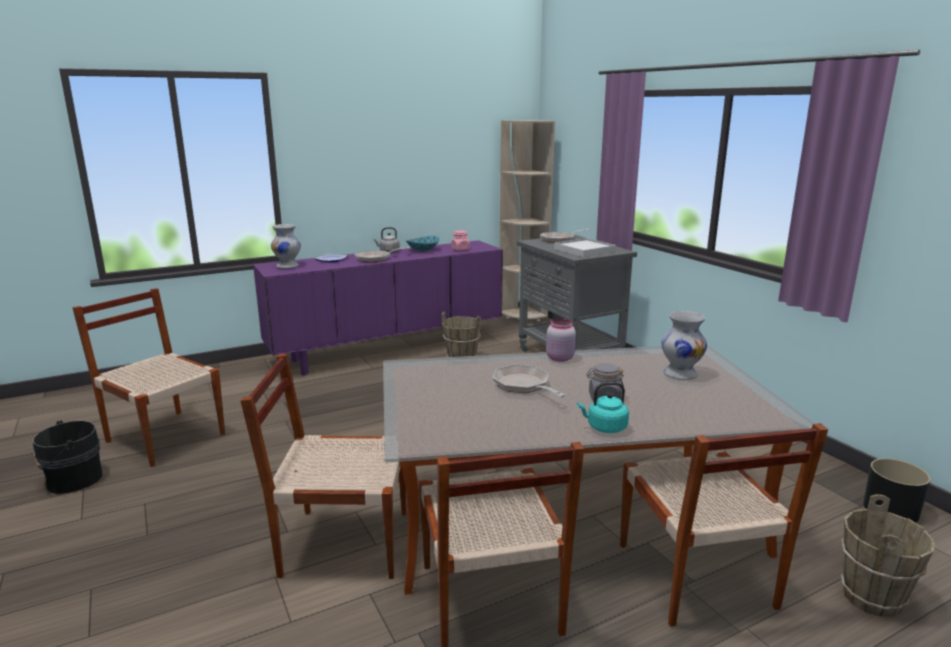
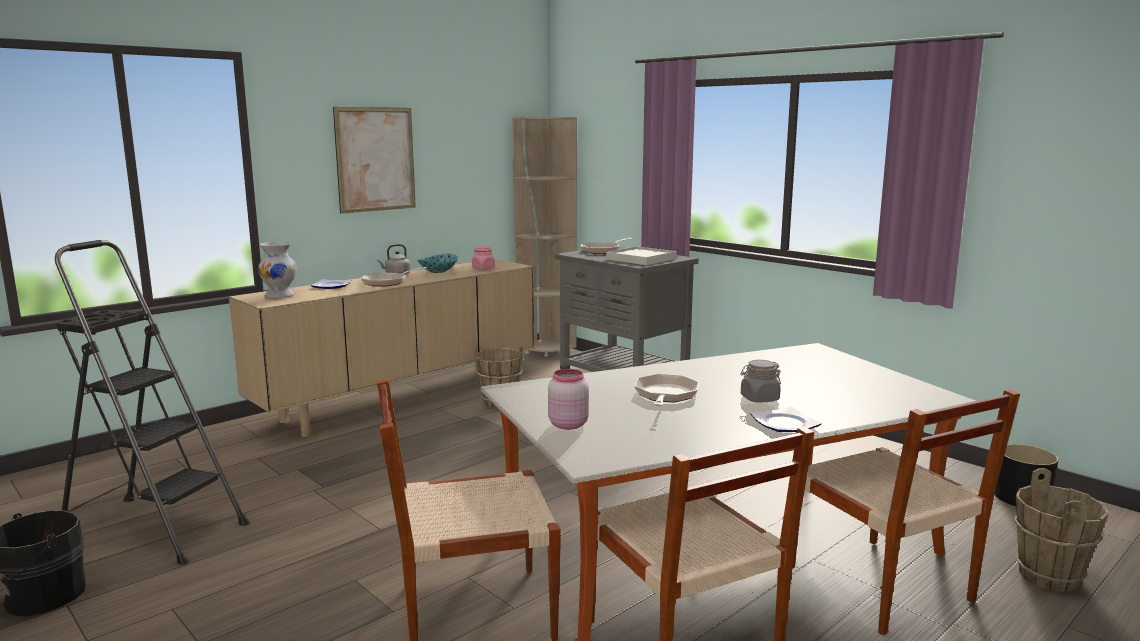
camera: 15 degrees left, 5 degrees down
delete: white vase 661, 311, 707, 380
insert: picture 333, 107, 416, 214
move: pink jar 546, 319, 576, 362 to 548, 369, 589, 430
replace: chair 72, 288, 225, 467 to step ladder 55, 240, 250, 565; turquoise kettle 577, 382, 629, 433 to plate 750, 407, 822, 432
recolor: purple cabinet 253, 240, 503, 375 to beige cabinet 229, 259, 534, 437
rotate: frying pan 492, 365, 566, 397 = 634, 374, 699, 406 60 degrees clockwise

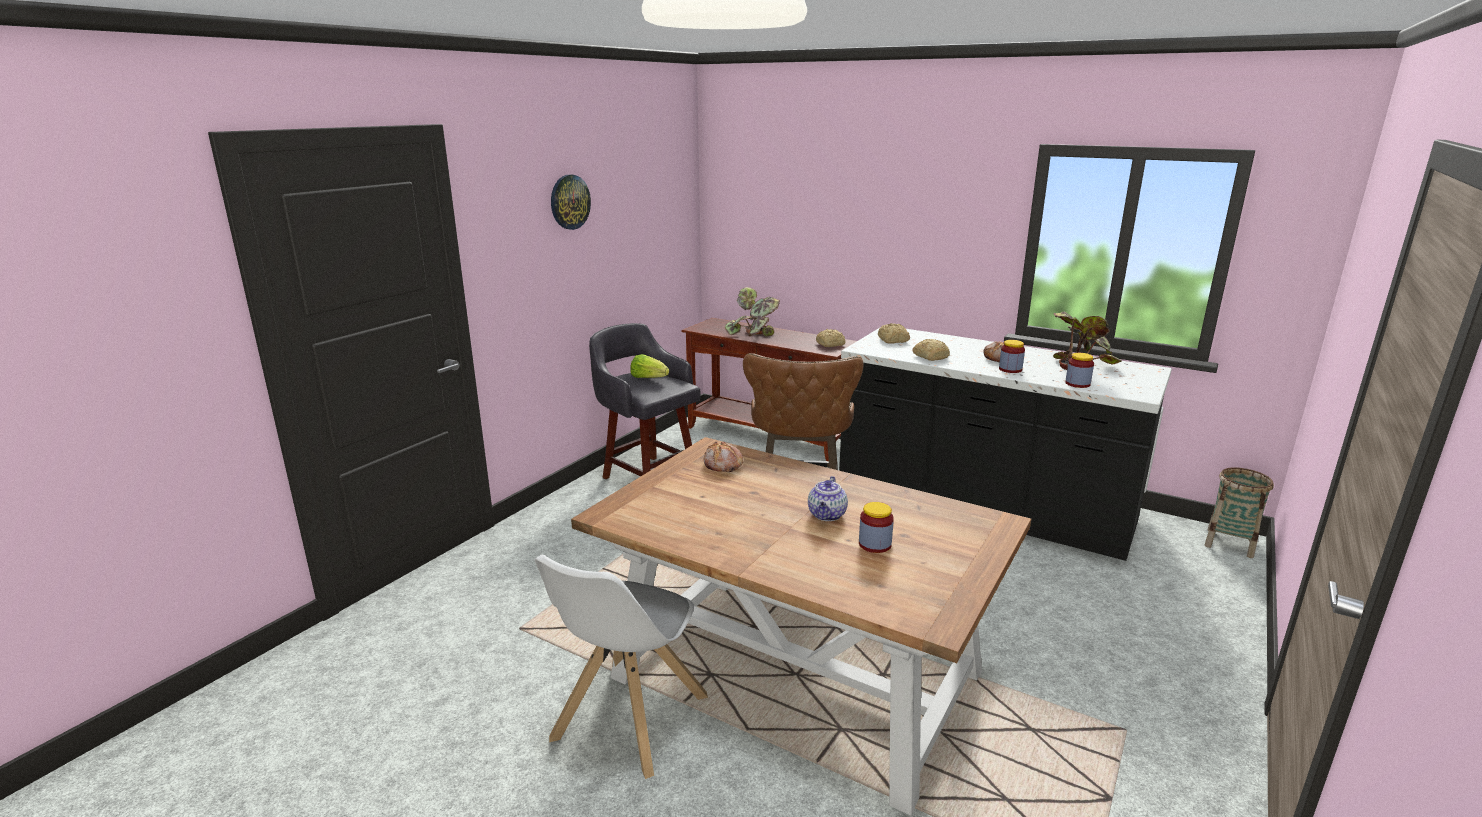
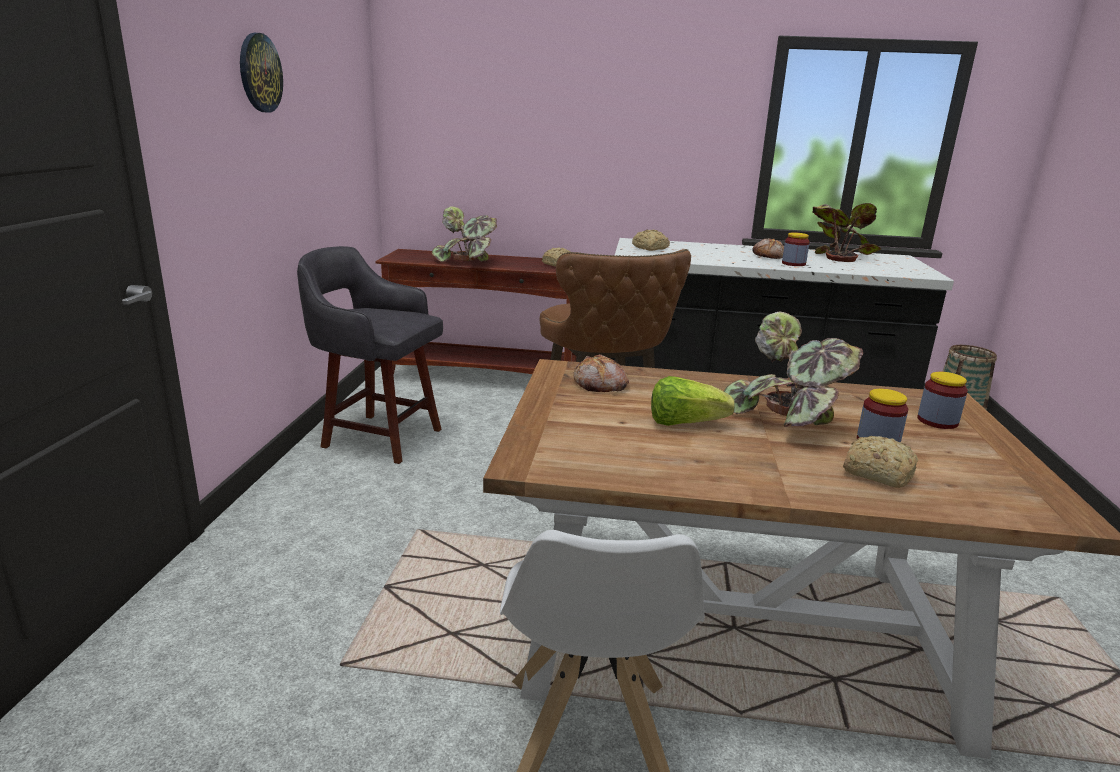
camera: 25 degrees left, 0 degrees up
move: lettuce 631, 354, 669, 378 to 651, 376, 735, 426; bread 912, 339, 950, 361 to 843, 436, 918, 488; jar 1065, 353, 1094, 388 to 917, 372, 968, 429
replace: teapot 808, 476, 848, 521 to potted plant 724, 311, 863, 427

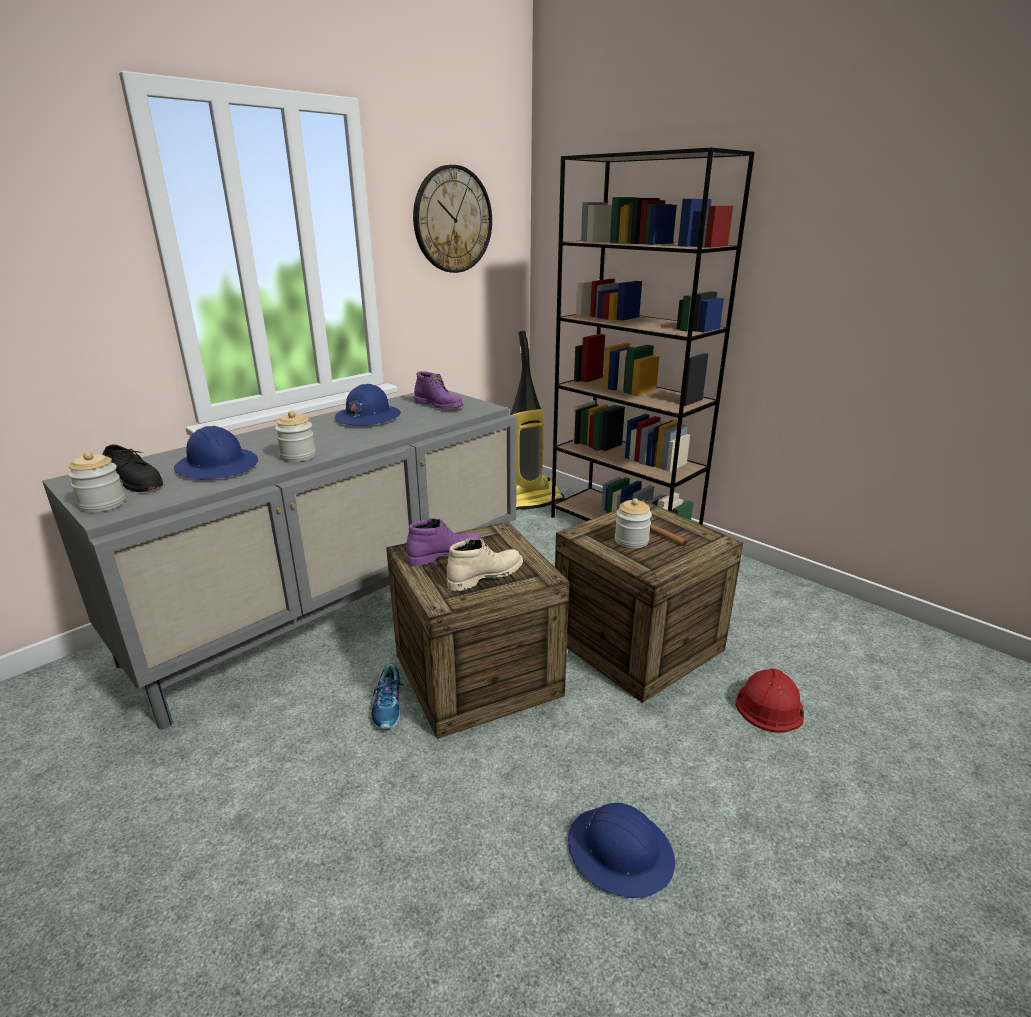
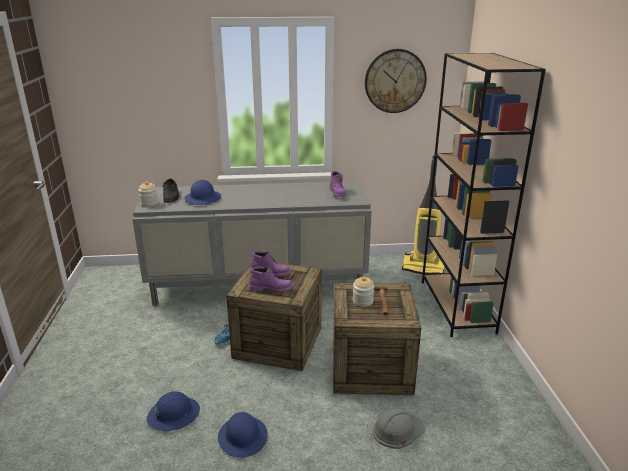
camera: 40 degrees right, 0 degrees up
delete: jar 275, 411, 316, 462
move: blue hard hat 335, 384, 401, 425 to 147, 391, 200, 432
recolor: beige boot 447, 538, 523, 591 to purple boot 249, 267, 294, 292; red hard hat 735, 668, 804, 733 to grey hard hat 372, 408, 426, 449

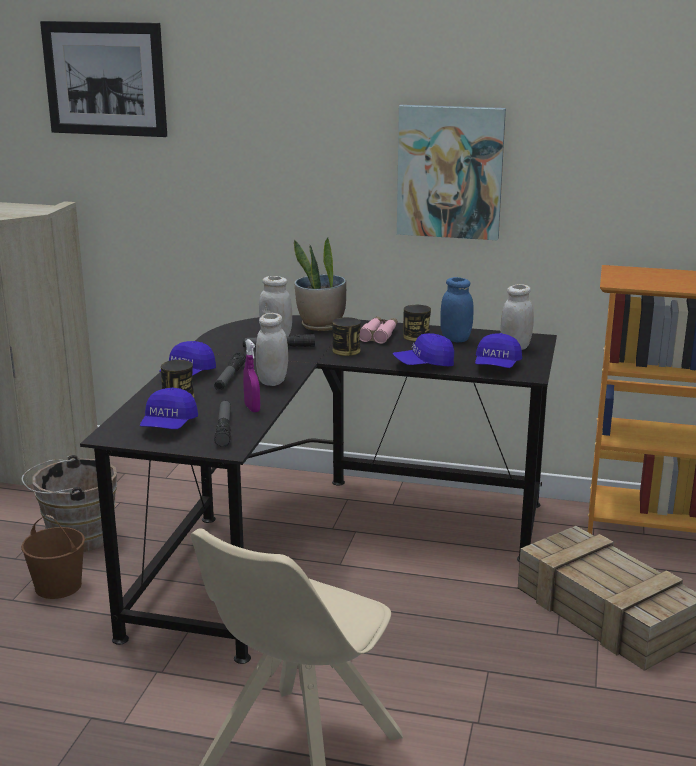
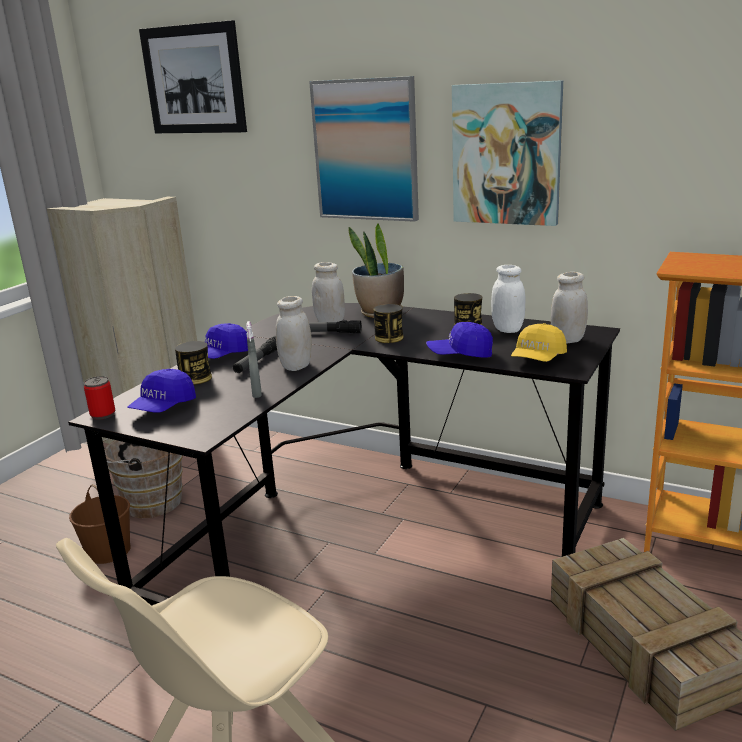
camera: 15 degrees right, 0 degrees up
delete: flashlight 214, 400, 231, 447; pink binoculars 360, 316, 398, 344
insert: can 84, 376, 115, 420; picture 309, 76, 419, 222
recolor: purple spray bottle 243, 339, 260, 412 to grey spray bottle 246, 321, 262, 398; blue jar 440, 277, 474, 342 to white jar 491, 265, 525, 333; blue cap 475, 333, 522, 368 to yellow cap 511, 323, 567, 362

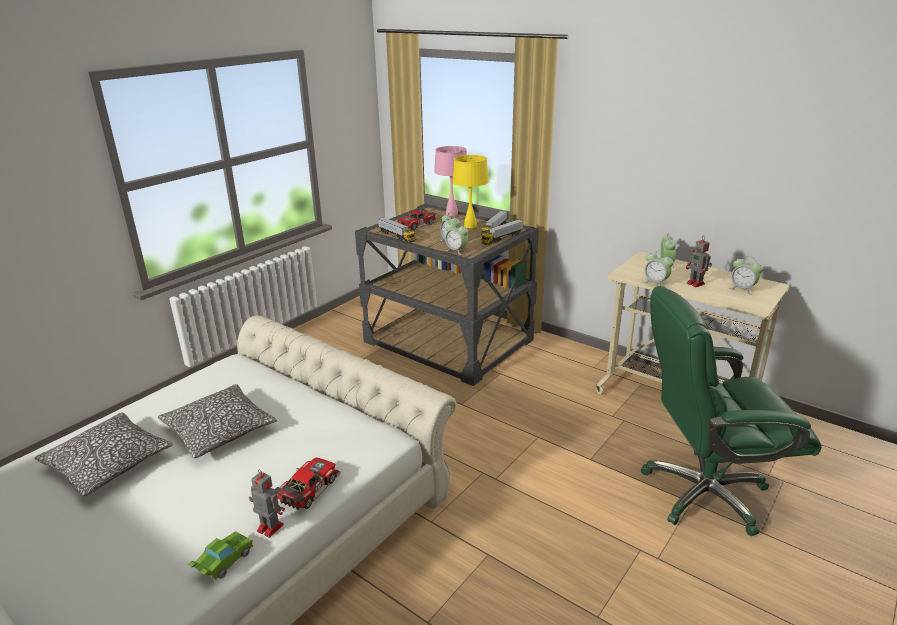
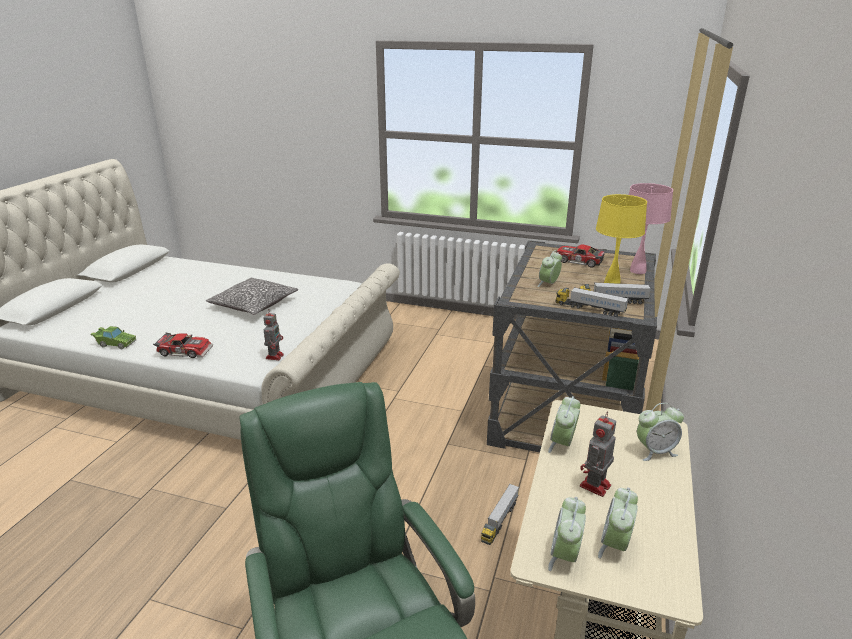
camera: 70 degrees right, 0 degrees up
delete: pillow 34, 413, 173, 496
move: toy robot 249, 469, 285, 538 to 263, 309, 284, 360; toy truck 378, 217, 415, 243 to 481, 483, 519, 545; alarm clock 445, 221, 468, 255 to 548, 497, 586, 571

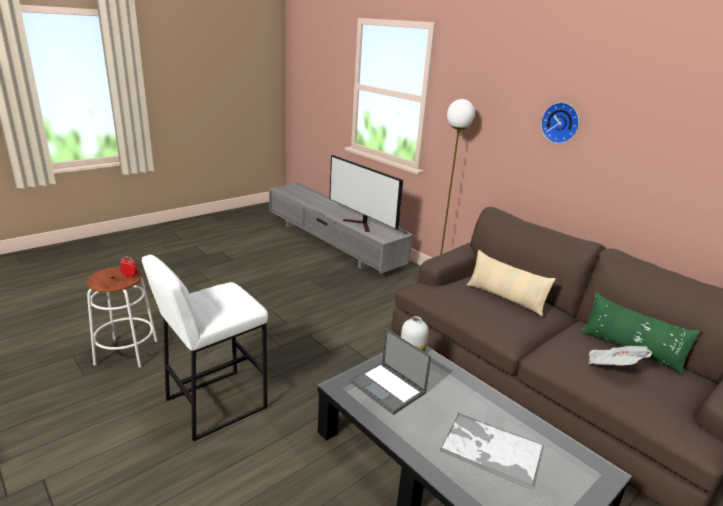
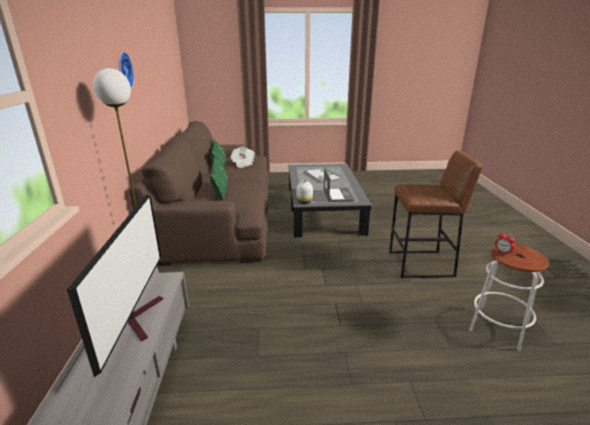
camera: 140 degrees left, 0 degrees up
recolor: white stool 142, 254, 268, 441 to brown stool 389, 150, 483, 278; beige pillow 467, 250, 556, 316 to green pillow 210, 157, 228, 200

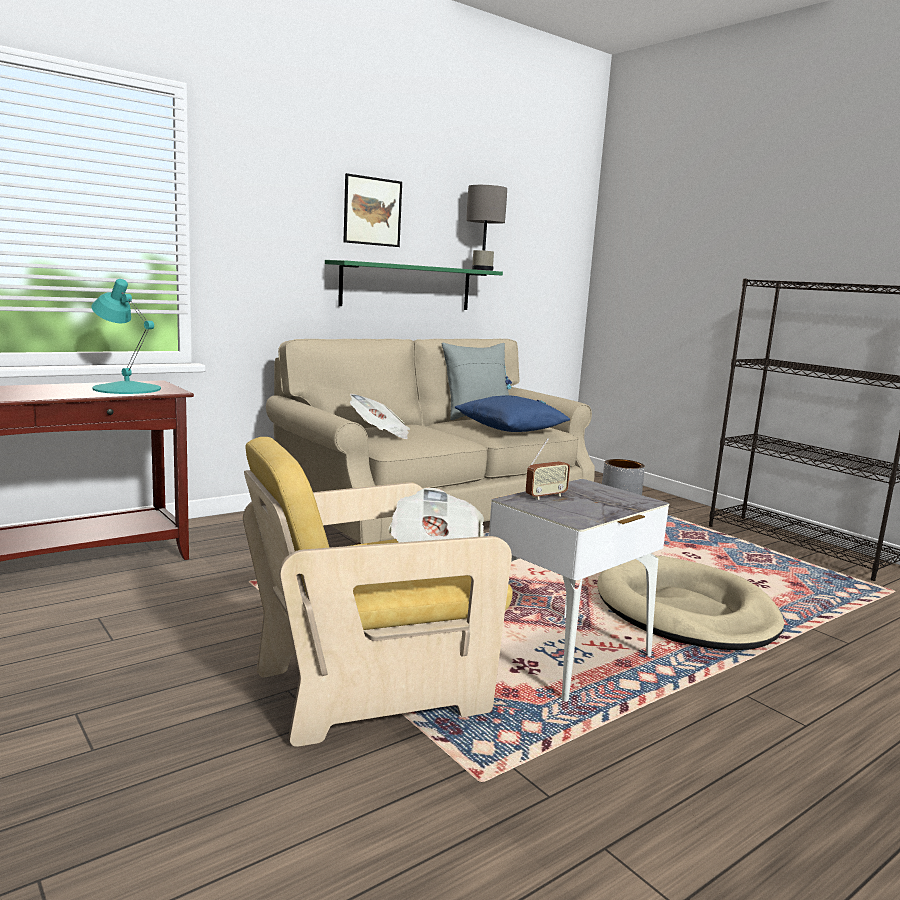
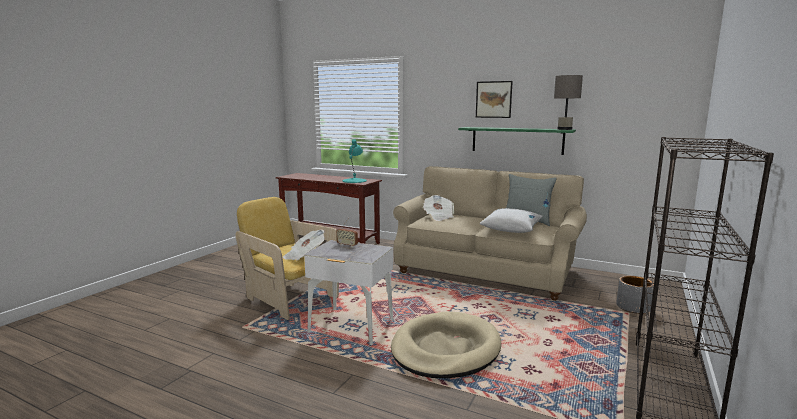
camera: 65 degrees right, 0 degrees up
recolor: blue pillow 455, 395, 570, 432 to grey pillow 480, 208, 543, 233

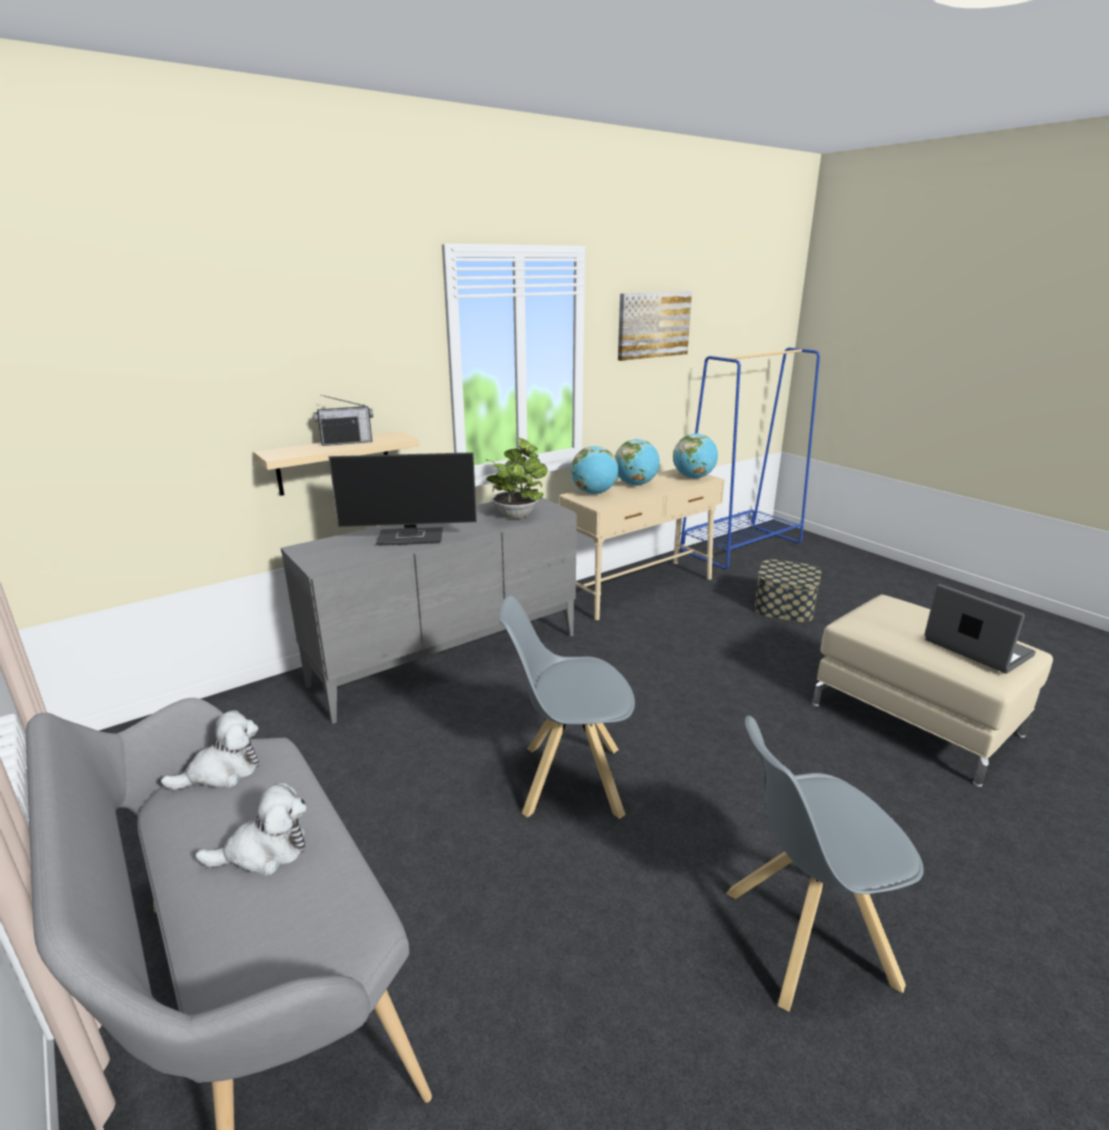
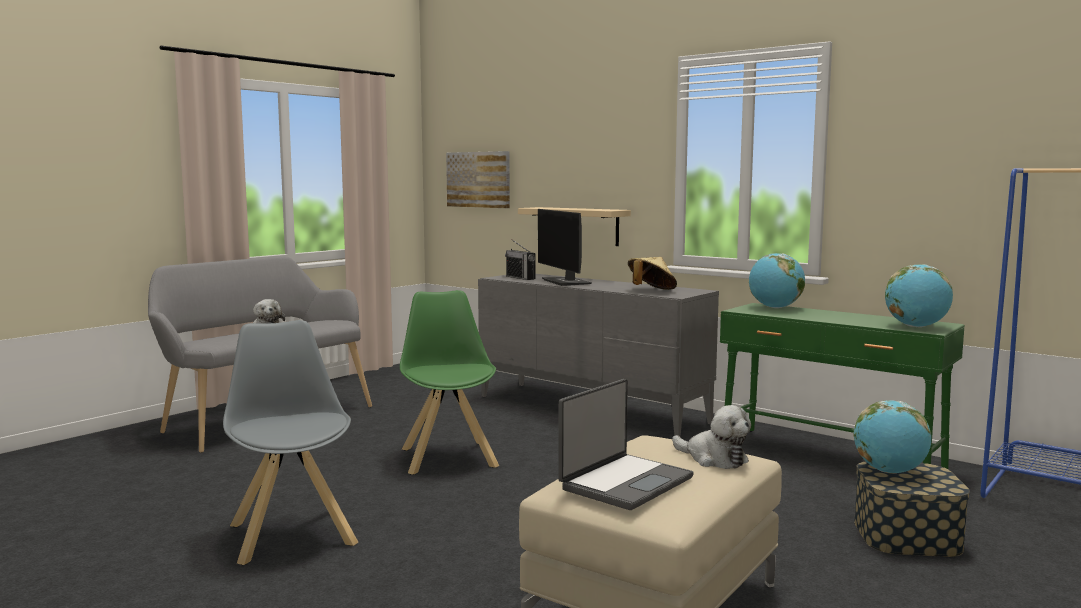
camera: 75 degrees right, 15 degrees down
move: plush toy 161, 710, 259, 790 to 672, 405, 751, 469; radio 314, 395, 373, 446 to 505, 239, 536, 280; globe 615, 439, 660, 486 to 853, 400, 932, 473; picture 618, 291, 692, 361 to 446, 151, 510, 208
replace: potted plant 486, 438, 547, 519 to beige hat 628, 257, 677, 290
recolor: grey chair 499, 595, 635, 819 to green chair 400, 290, 499, 475; beige console table 559, 468, 725, 620 to green console table 720, 303, 965, 469

